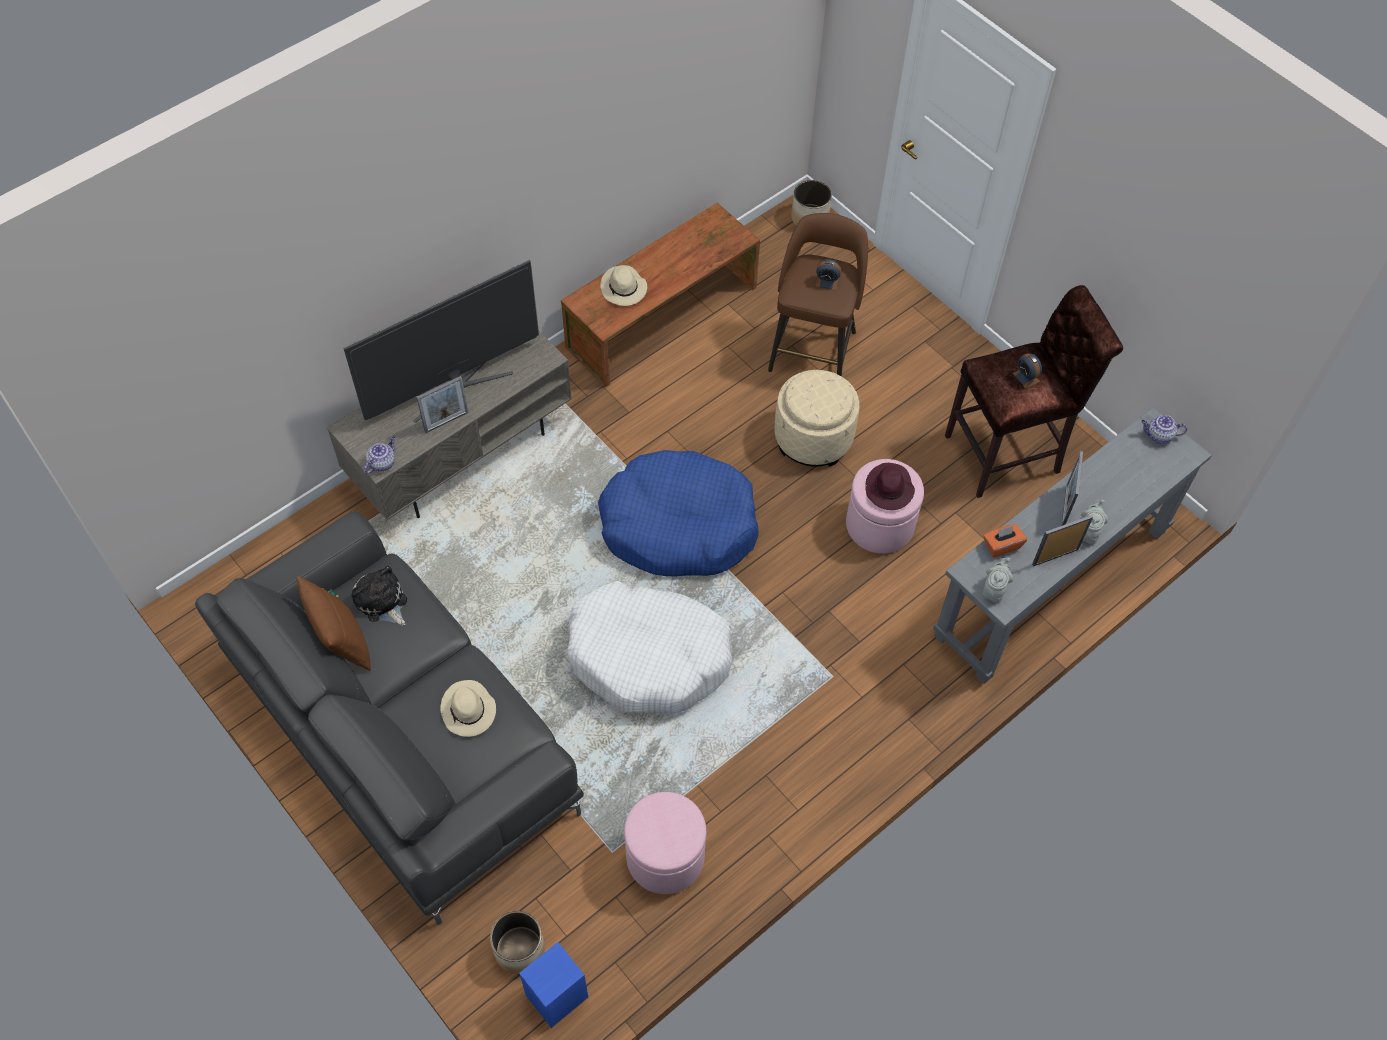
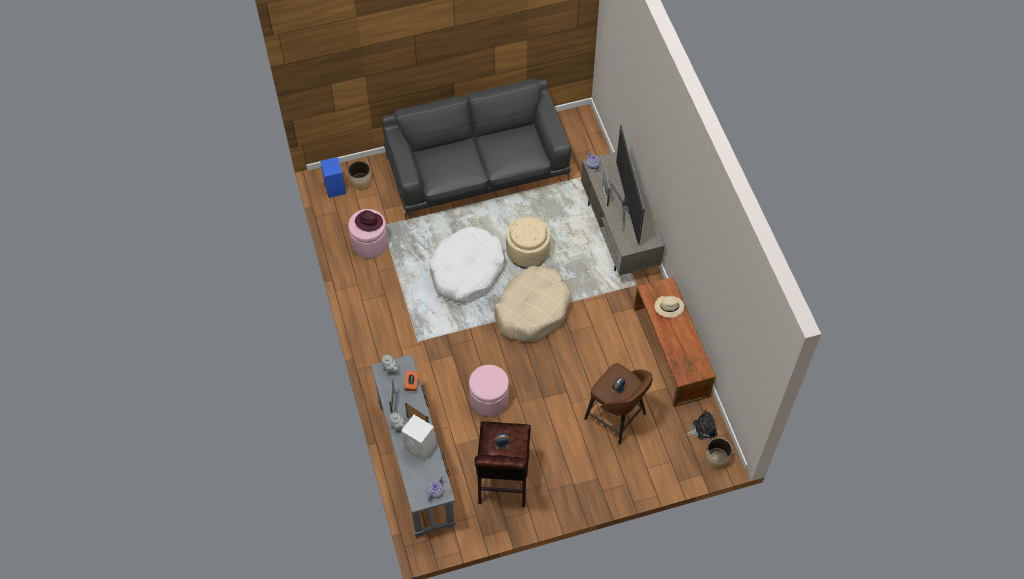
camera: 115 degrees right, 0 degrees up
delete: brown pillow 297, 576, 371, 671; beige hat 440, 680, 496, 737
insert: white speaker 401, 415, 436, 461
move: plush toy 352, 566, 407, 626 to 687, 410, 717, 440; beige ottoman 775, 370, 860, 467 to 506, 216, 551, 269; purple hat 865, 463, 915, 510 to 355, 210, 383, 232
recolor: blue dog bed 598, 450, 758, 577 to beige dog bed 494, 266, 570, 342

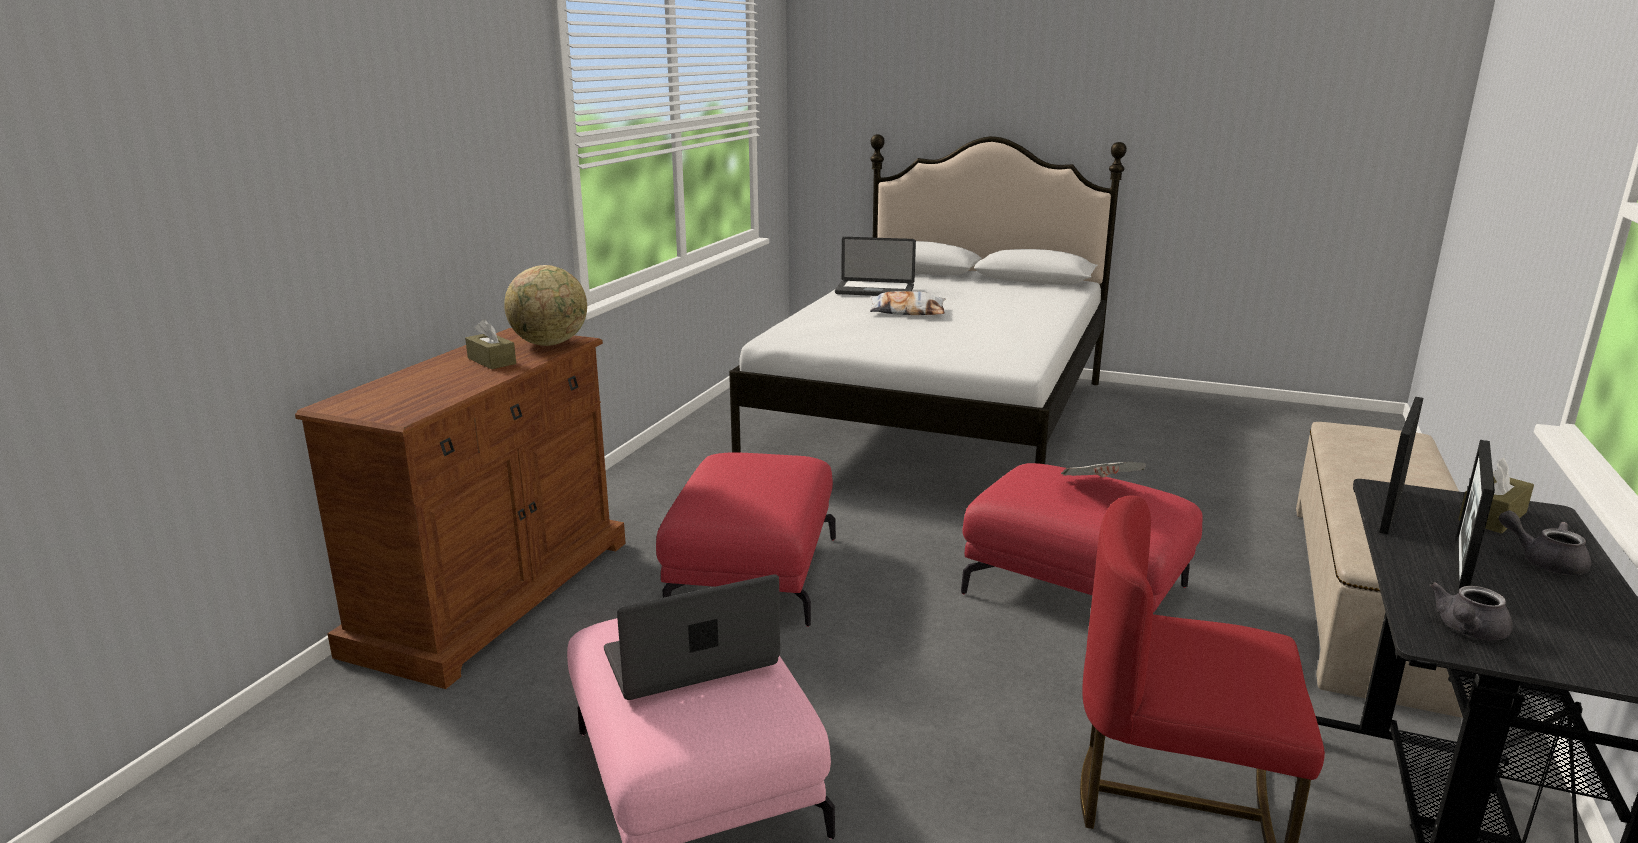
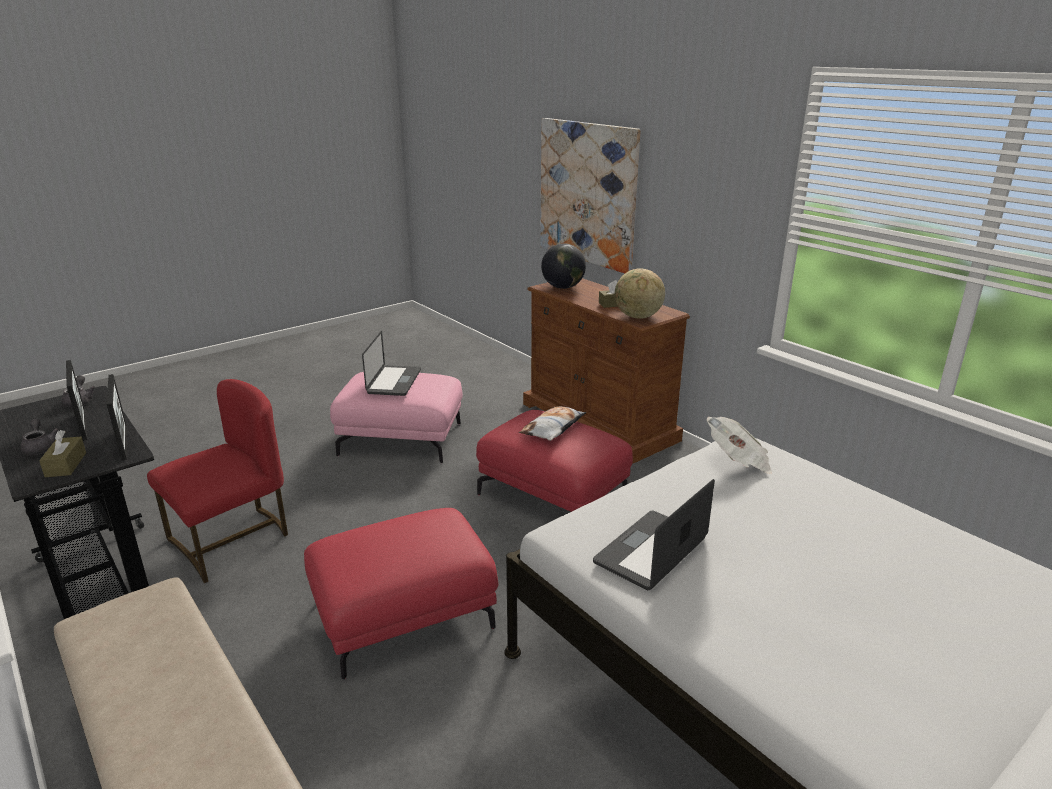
camera: 120 degrees right, 5 degrees up
insert: picture 540, 118, 641, 273; globe 541, 243, 586, 289
move: laptop 835, 237, 916, 296 to 593, 479, 715, 590; pillow 870, 291, 945, 315 to 519, 407, 587, 441; newspaper 1061, 462, 1146, 478 to 707, 417, 772, 474
rotate: grey teapot 1499, 510, 1591, 575 = 20, 419, 59, 455 105 degrees counterclockwise

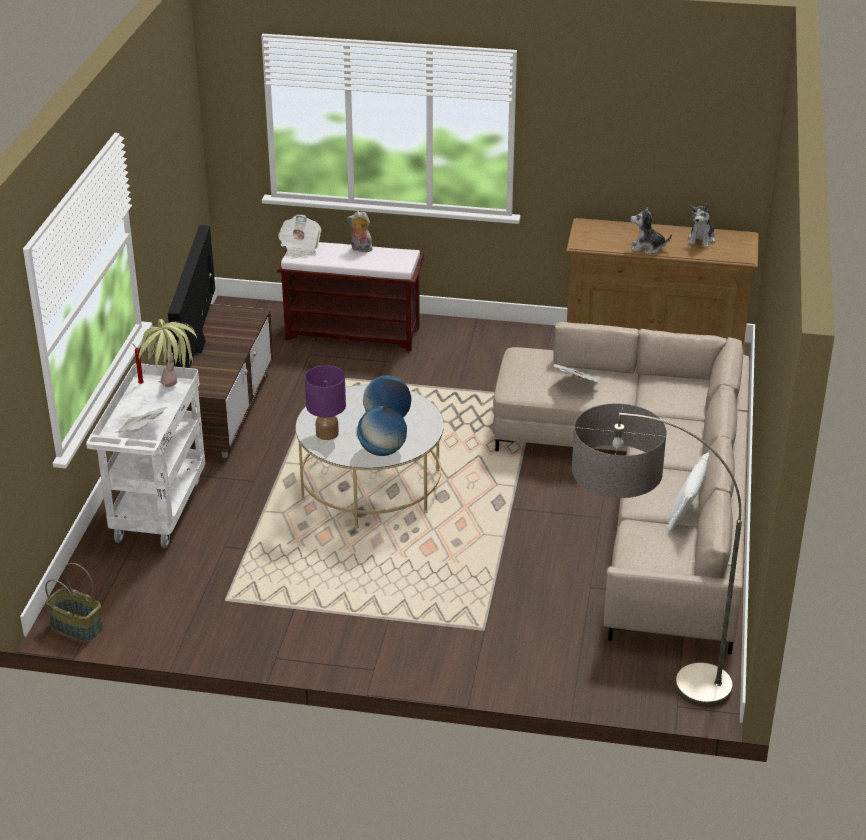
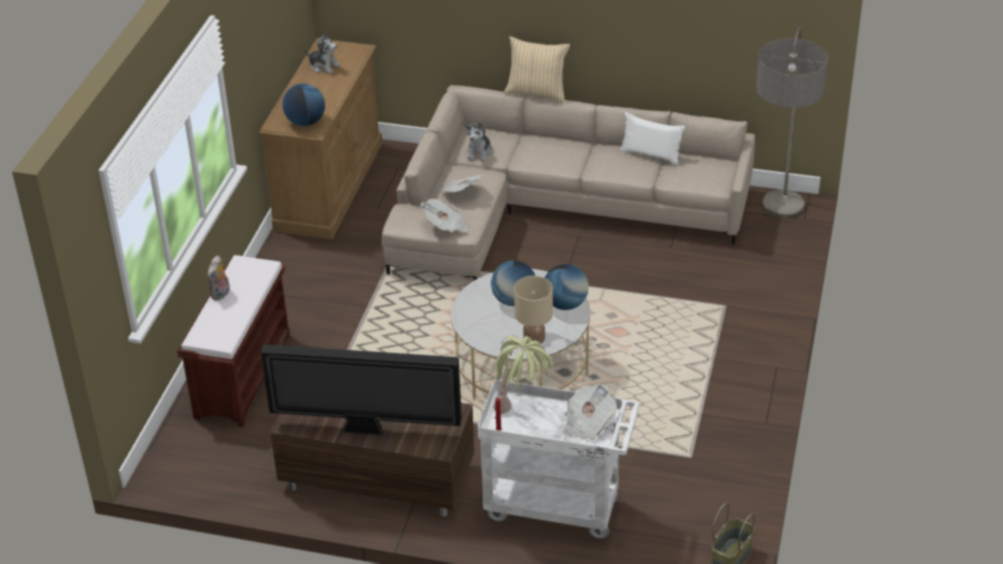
camera: 85 degrees left, 5 degrees up
insert: globe 282, 83, 325, 126; beige pillow 504, 36, 570, 103
move: newspaper 278, 215, 322, 259 to 421, 199, 467, 232; plush toy 631, 207, 672, 254 to 465, 121, 492, 161
recolor: purple table lamp 305, 365, 346, 440 to beige table lamp 514, 276, 553, 345

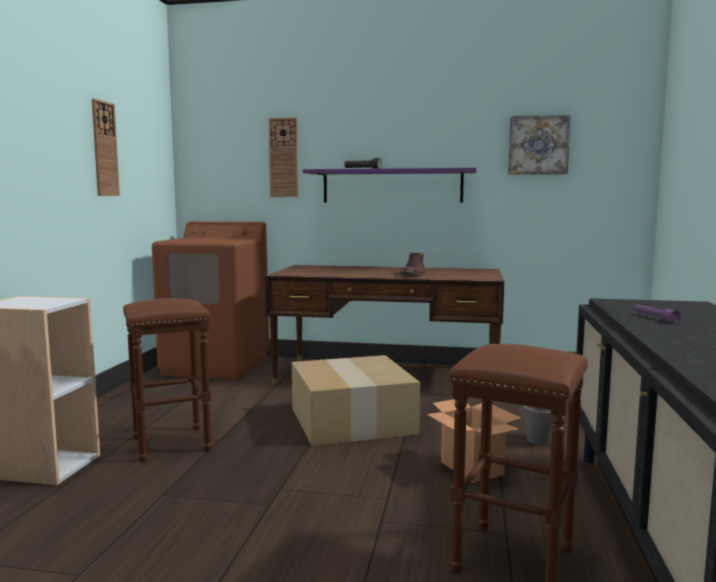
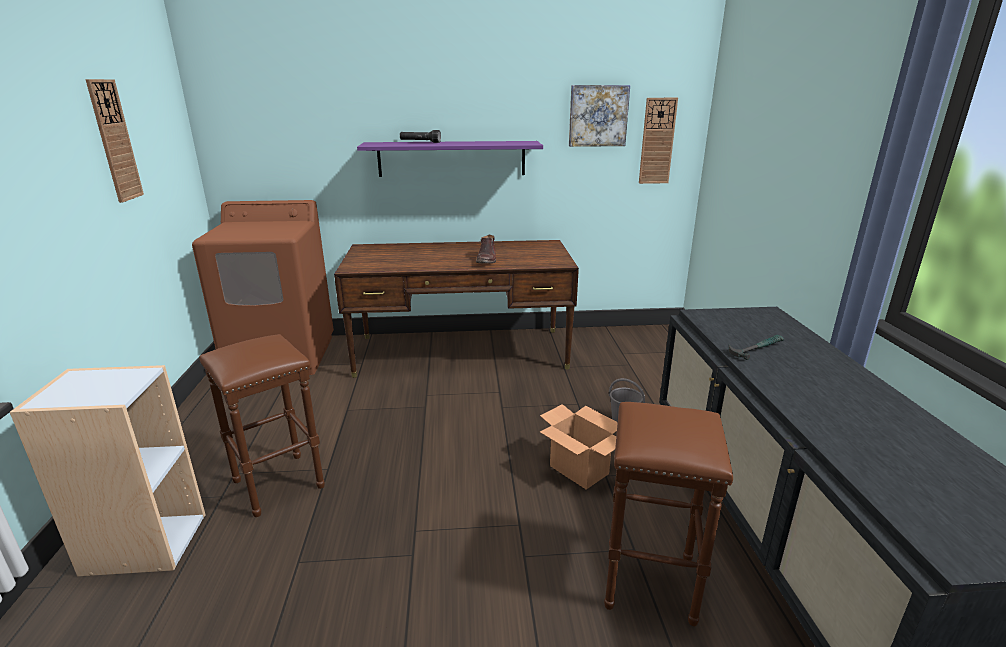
camera: 15 degrees left, 15 degrees up
delete: cardboard box 292, 355, 420, 446
move: wall clock 269, 117, 298, 197 to 639, 98, 678, 184
replace: purple flashlight 634, 304, 681, 323 to hammer 728, 335, 784, 360

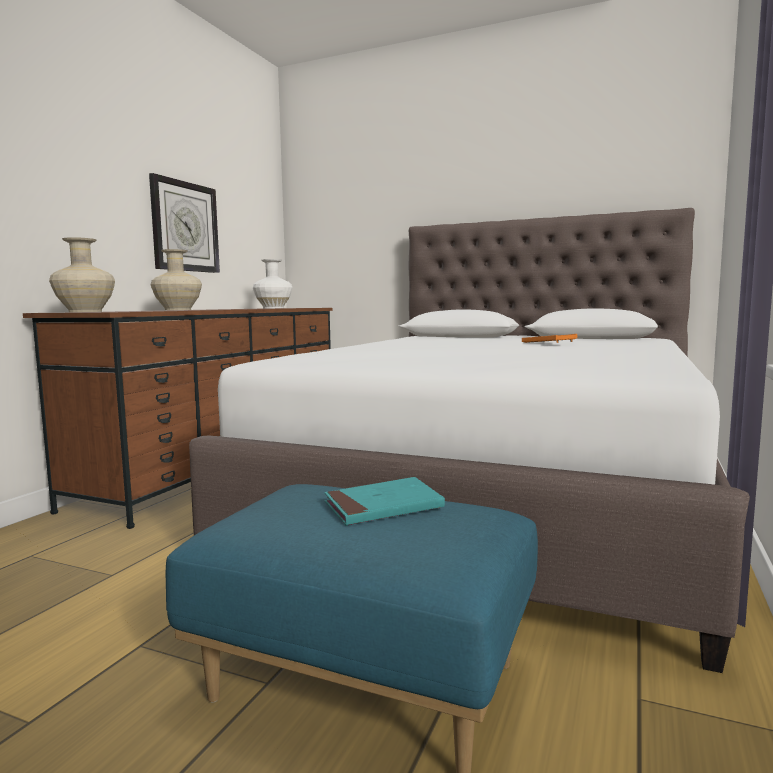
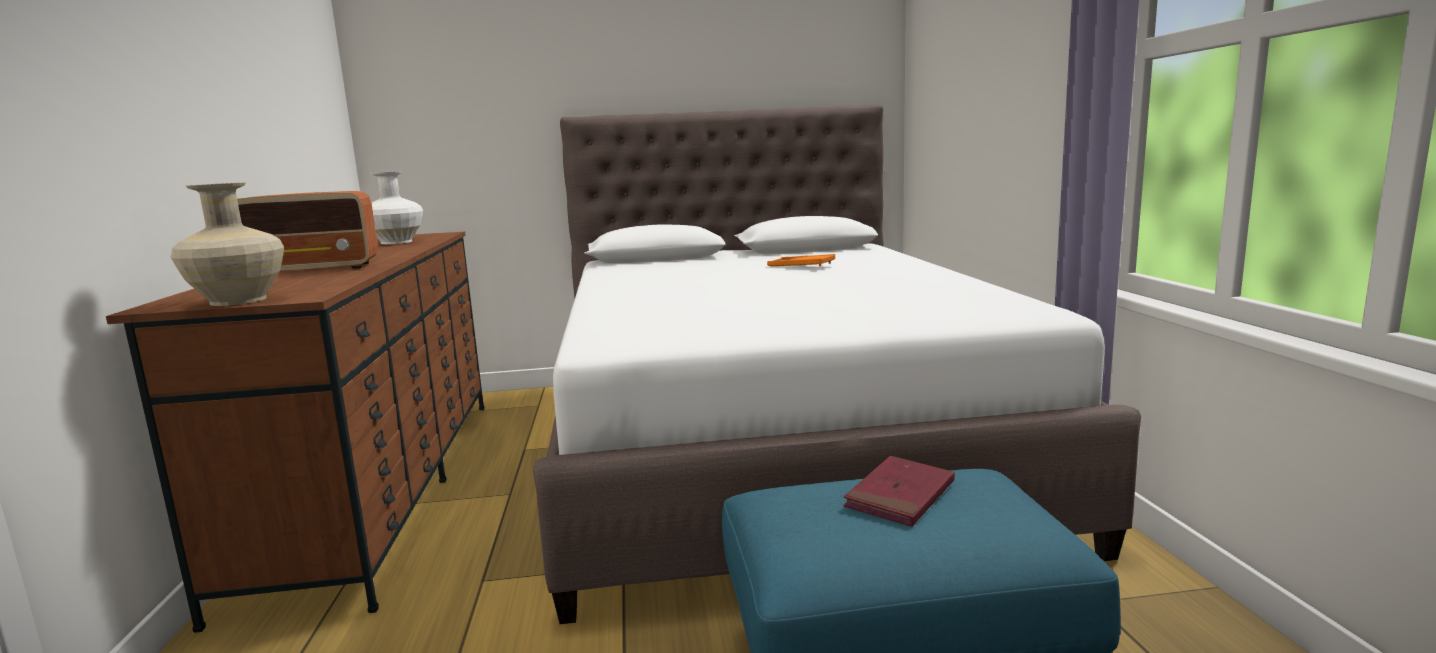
camera: 30 degrees left, 5 degrees up
delete: wall clock 149, 173, 220, 273
replace: beige vase 151, 249, 202, 310 to radio 237, 191, 378, 271
recolor: turquoise book 325, 477, 445, 526 to red book 843, 456, 955, 526

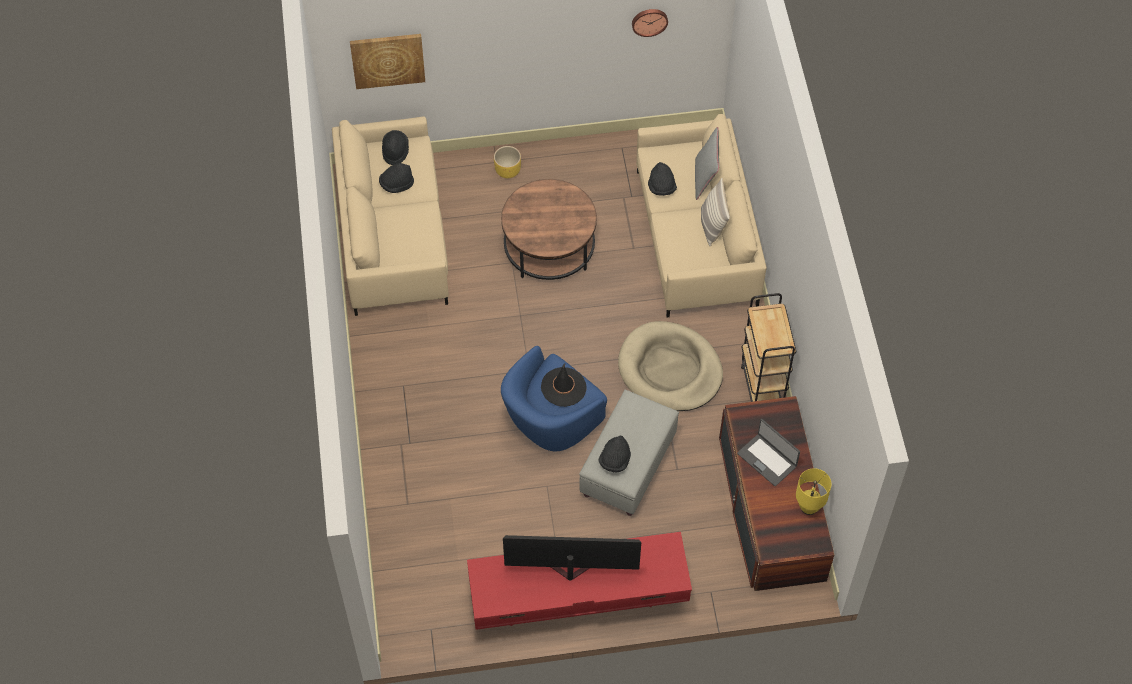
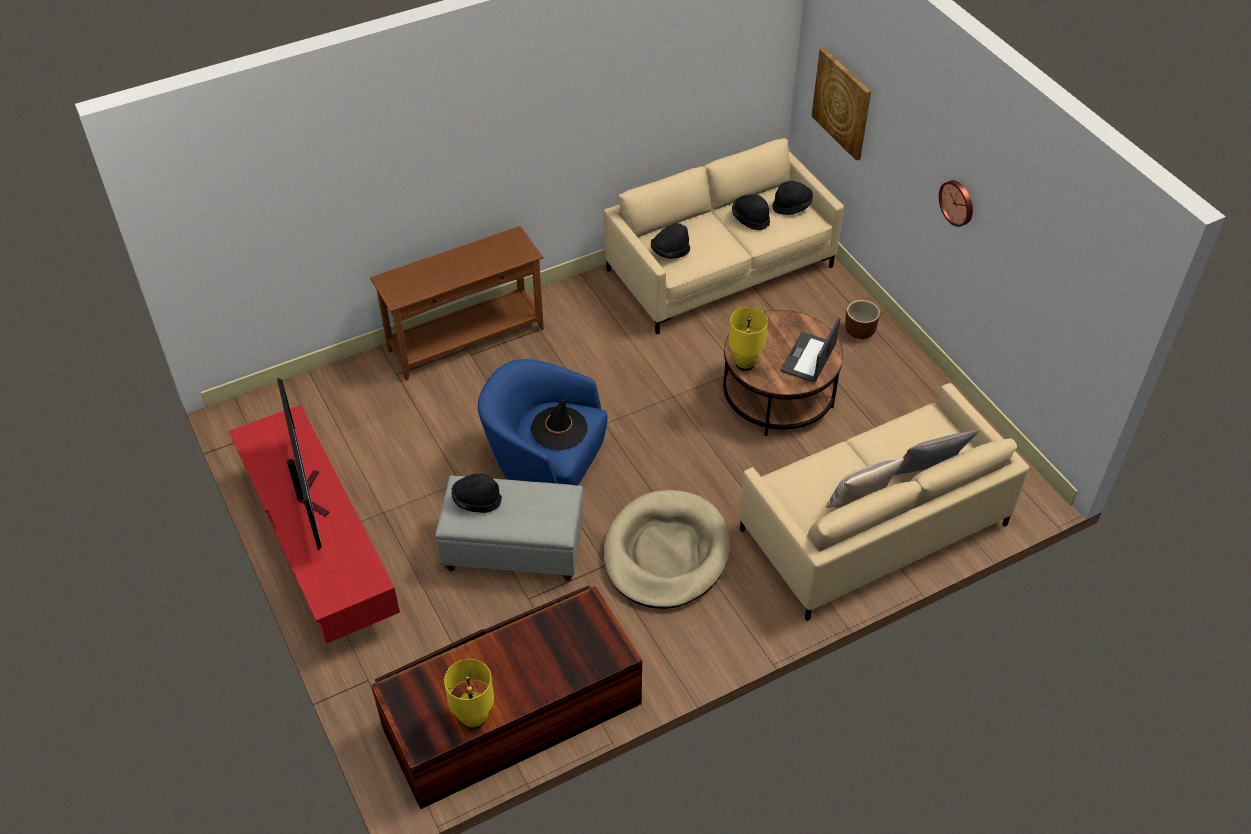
camera: 70 degrees right, 10 degrees down
delete: brown cart 741, 293, 796, 402
insert: brown console table 370, 226, 544, 381; yellow table lamp 729, 307, 768, 371
move: wall clock 632, 9, 668, 37 to 939, 180, 973, 227; black hat 648, 162, 677, 196 to 651, 223, 690, 259; laptop 737, 419, 800, 486 to 780, 317, 840, 382
recolor: yellow planter 494, 146, 521, 178 to brown planter 845, 300, 880, 339

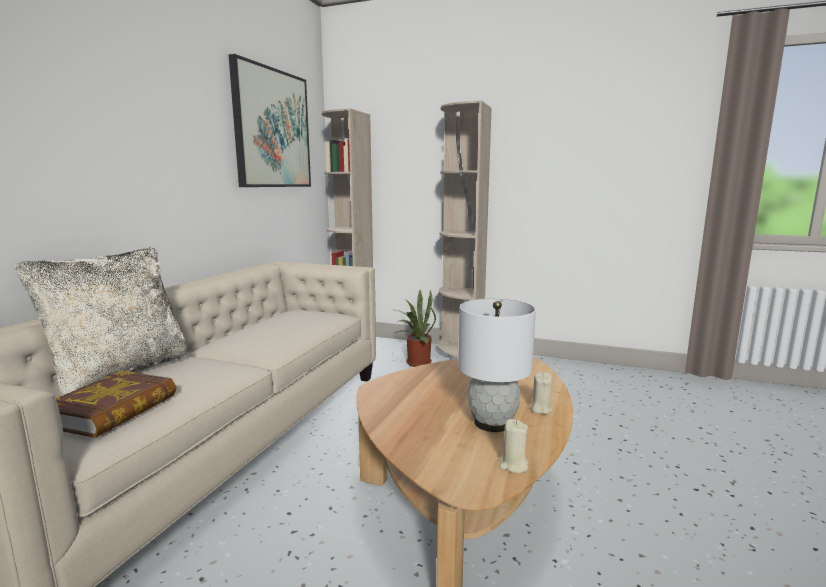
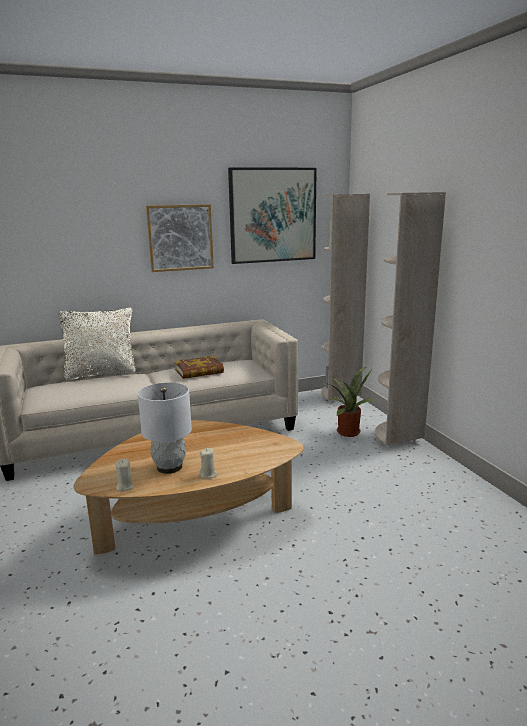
camera: 50 degrees right, 5 degrees up
insert: picture 146, 204, 214, 272
move: book 56, 370, 177, 438 to 174, 356, 224, 379

